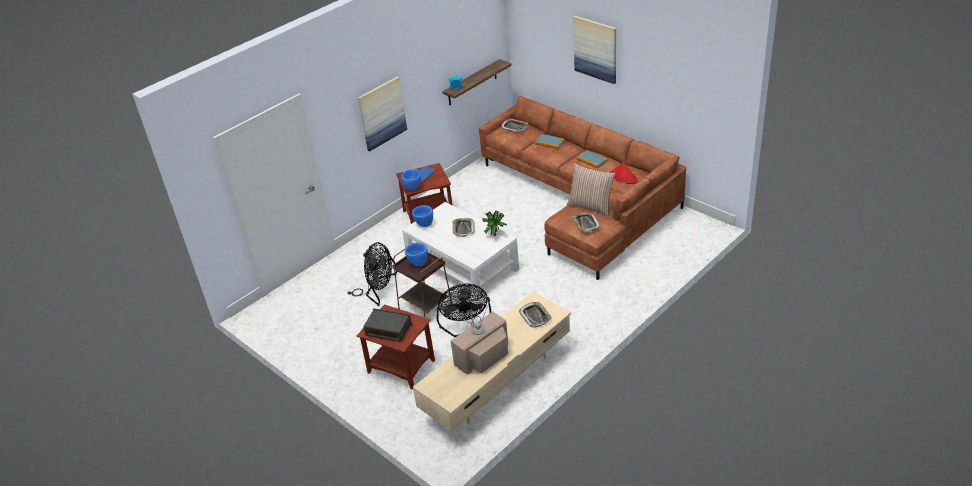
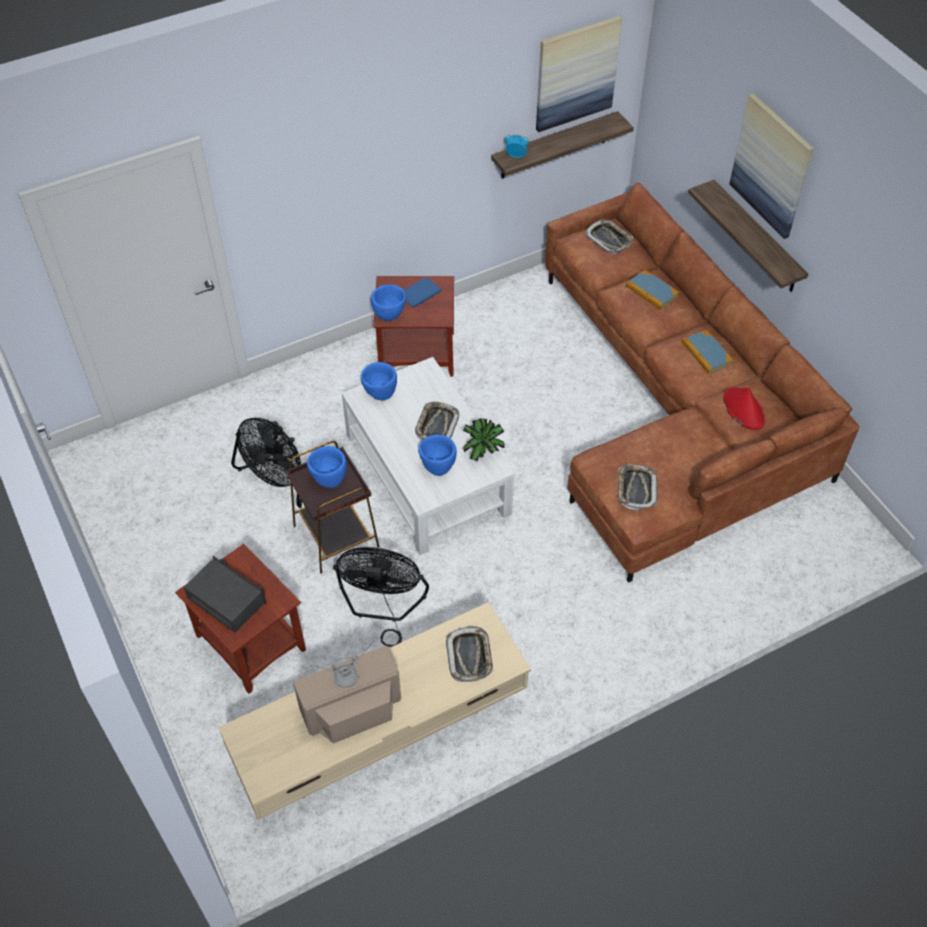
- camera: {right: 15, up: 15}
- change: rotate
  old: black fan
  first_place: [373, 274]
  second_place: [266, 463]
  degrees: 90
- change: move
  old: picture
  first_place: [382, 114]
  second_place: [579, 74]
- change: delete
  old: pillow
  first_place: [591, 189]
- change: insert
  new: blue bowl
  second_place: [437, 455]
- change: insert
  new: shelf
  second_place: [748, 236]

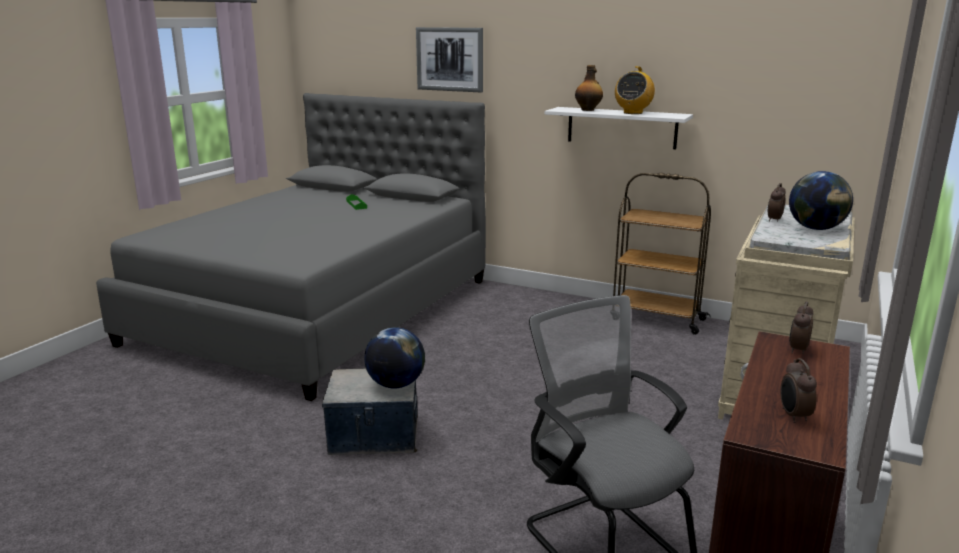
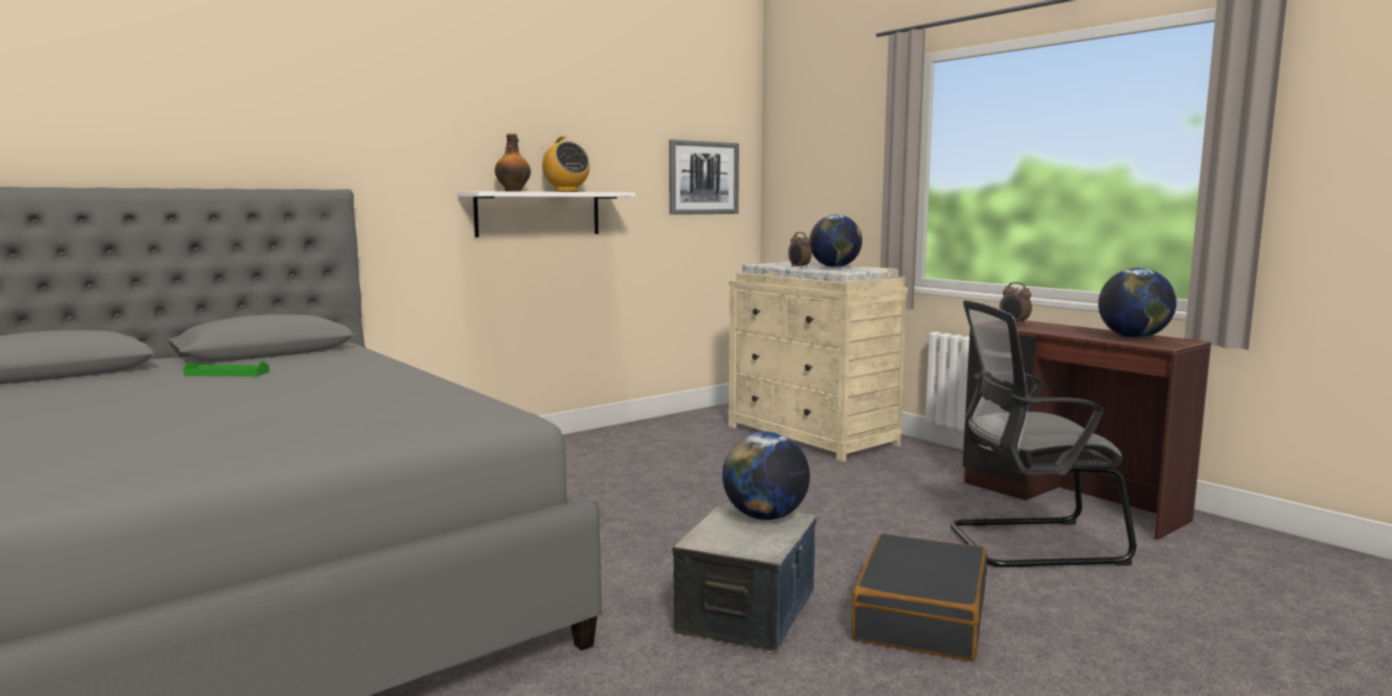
- camera: {right: -65, up: -10}
- change: move
  old: picture
  first_place: [449, 59]
  second_place: [704, 177]
- change: delete
  old: brown cart
  first_place: [662, 254]
- change: replace
  old: alarm clock
  new: globe
  first_place: [798, 390]
  second_place: [1137, 303]
- change: insert
  new: black suitcase
  second_place: [919, 597]

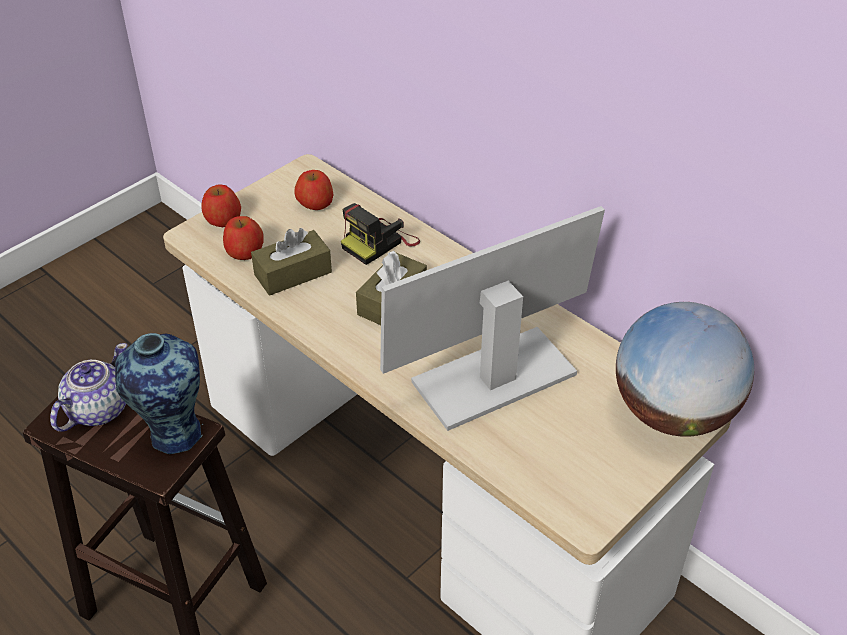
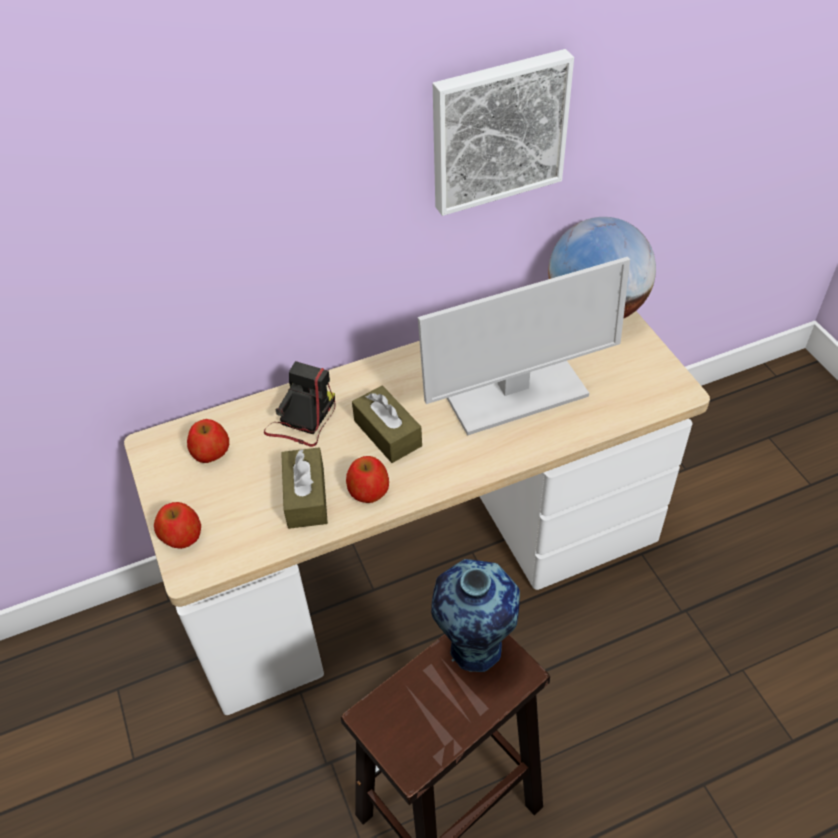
- camera: {right: -65, up: 5}
- change: delete
  old: teapot
  first_place: [88, 387]
- change: move
  old: apple
  first_place: [243, 238]
  second_place: [367, 479]
- change: rotate
  old: photo camera
  first_place: [380, 234]
  second_place: [300, 404]
  degrees: -135
- change: rotate
  old: monitor
  first_place: [492, 318]
  second_place: [524, 346]
  degrees: -105
- change: insert
  new: picture
  second_place: [503, 132]

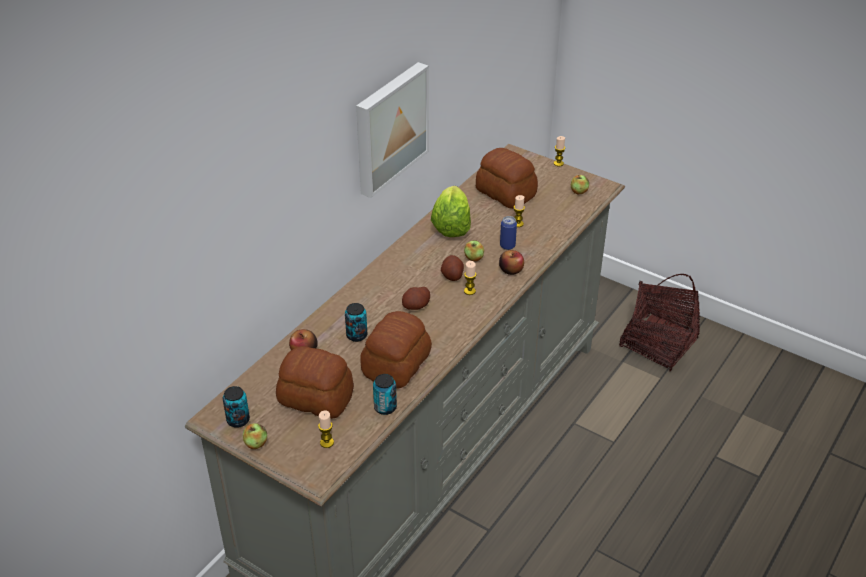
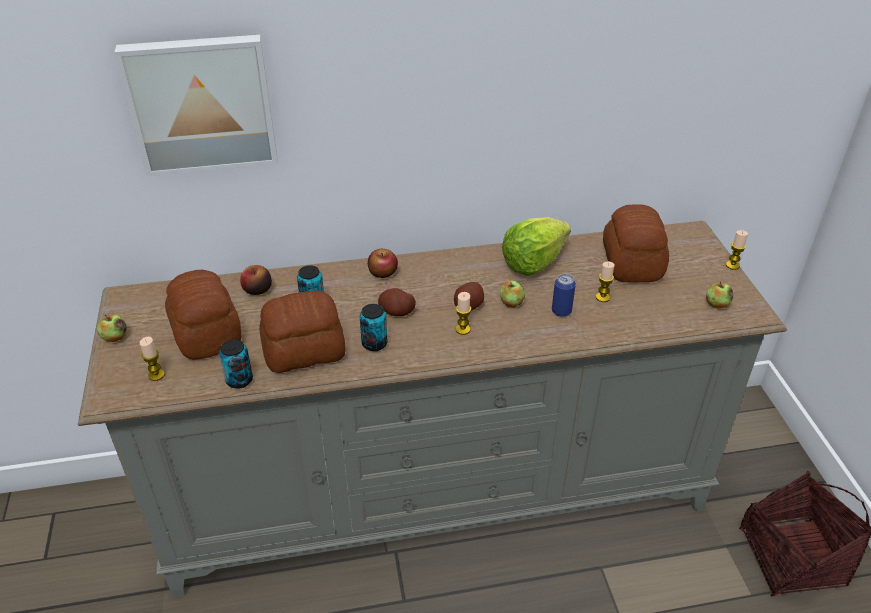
- camera: {right: 45, up: 0}
- change: move
  old: can
  first_place: [236, 407]
  second_place: [373, 327]
- change: move
  old: picture
  first_place: [392, 130]
  second_place: [196, 105]
- change: move
  old: apple
  first_place: [511, 262]
  second_place: [383, 263]

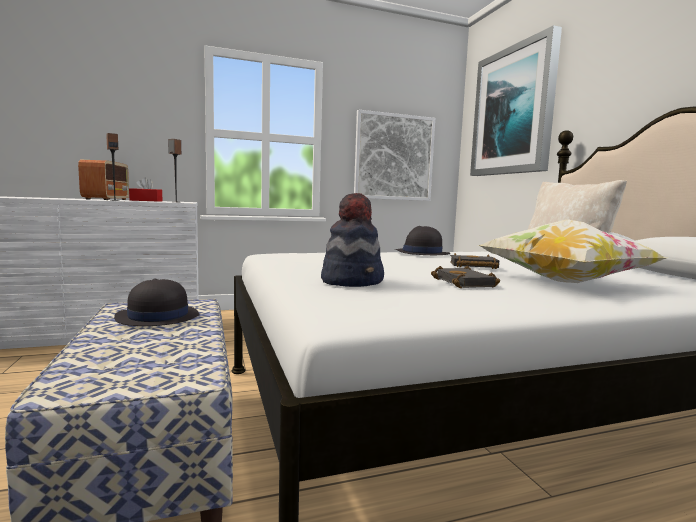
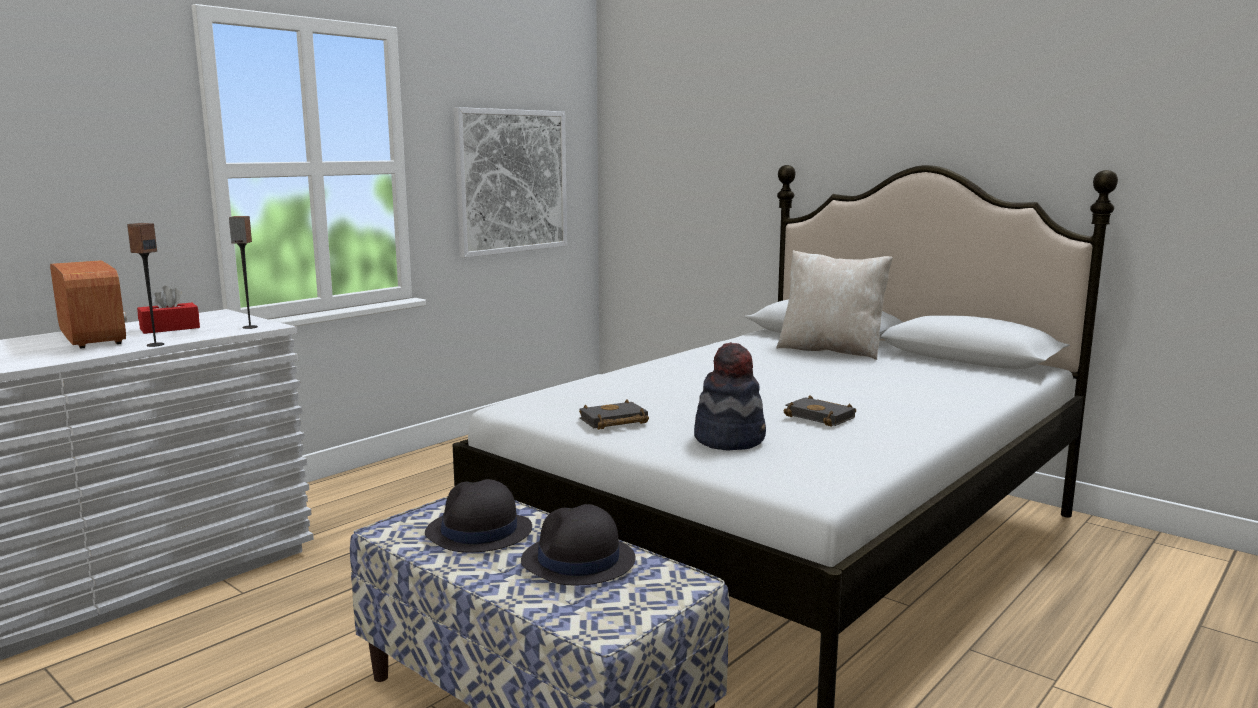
- camera: {right: -30, up: 5}
- change: move
  old: black hat
  first_place: [422, 240]
  second_place: [578, 544]
- change: move
  old: black book
  first_place: [474, 261]
  second_place: [614, 415]
- change: delete
  old: picture
  first_place: [516, 100]
- change: delete
  old: pillow
  first_place: [572, 251]

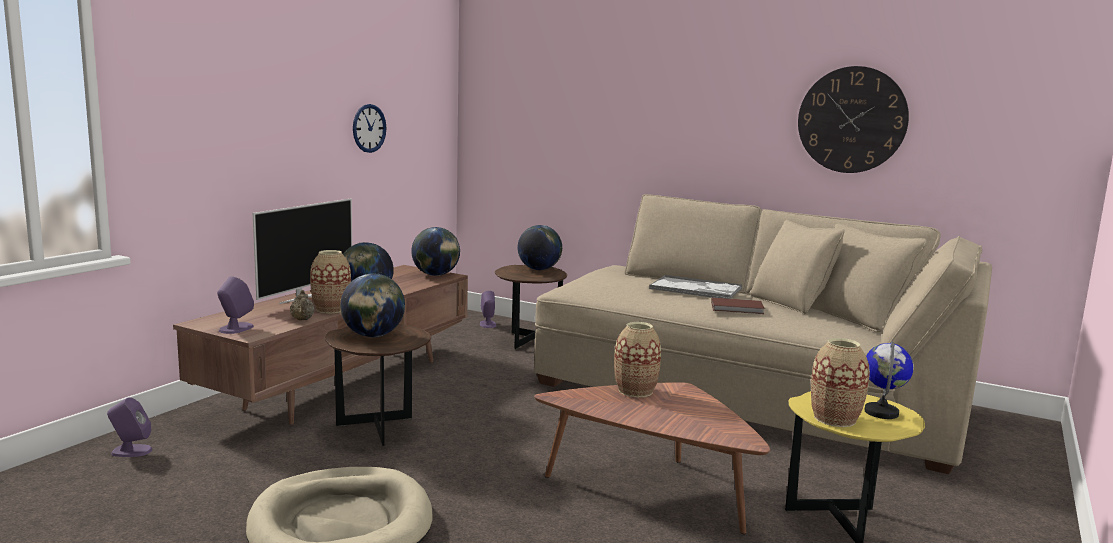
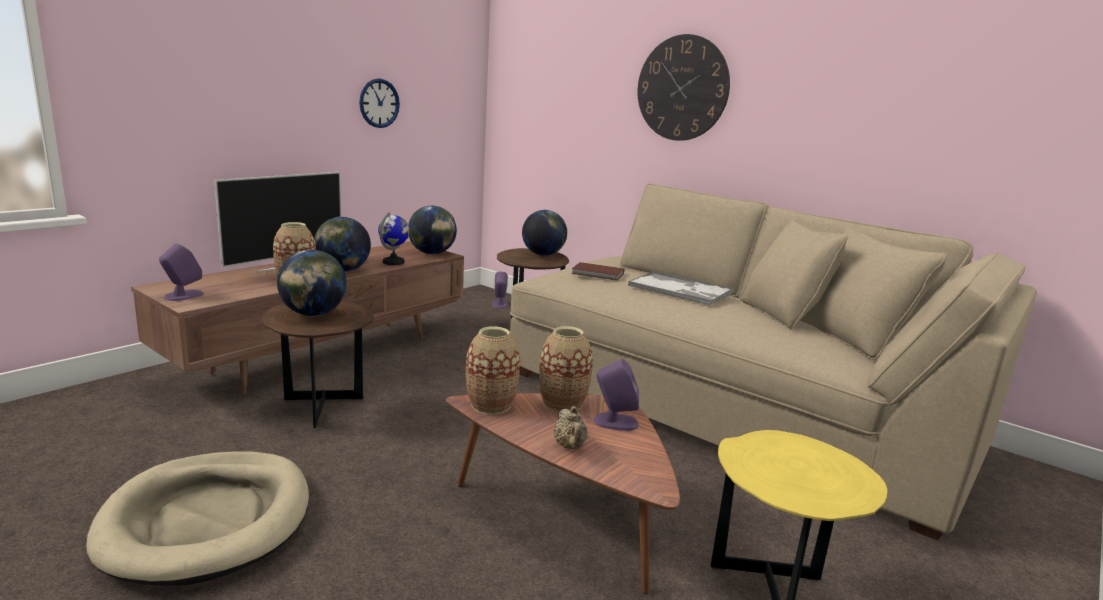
- camera: {right: 10, up: 5}
- change: move
  old: purple speaker
  first_place: [129, 427]
  second_place: [616, 395]
- change: move
  old: beige teapot
  first_place: [302, 305]
  second_place: [571, 427]
- change: move
  old: brown book
  first_place: [738, 305]
  second_place: [598, 271]
- change: move
  old: wall clock
  first_place: [853, 119]
  second_place: [684, 87]
- change: move
  old: vase
  first_place: [840, 382]
  second_place: [493, 370]
- change: move
  old: globe
  first_place: [889, 380]
  second_place: [394, 238]

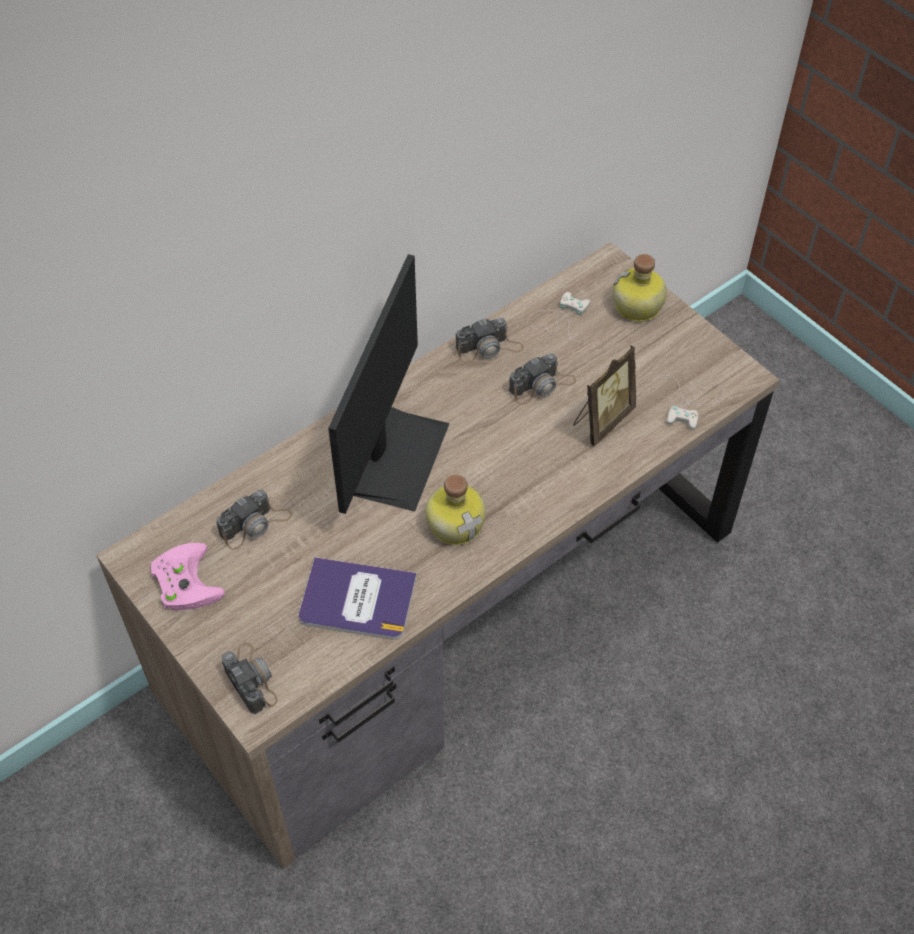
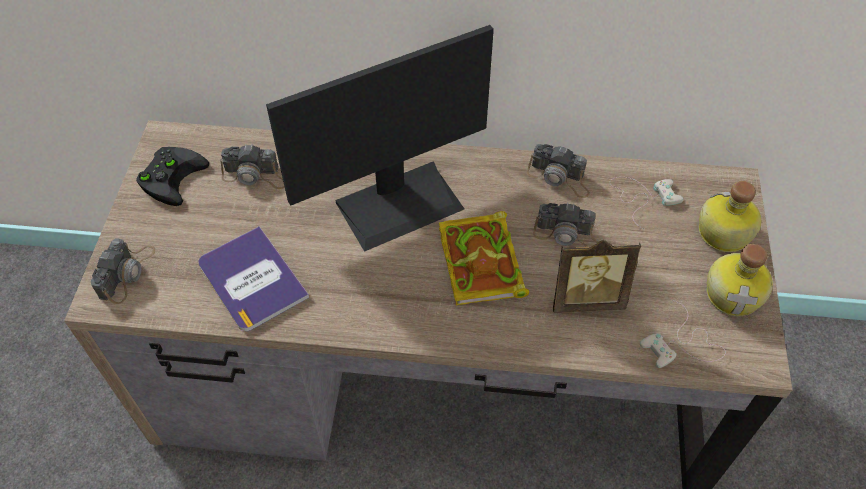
- camera: {right: 45, up: 0}
- change: recolor
  old: pink game controller
  new: black game controller
  first_place: [188, 576]
  second_place: [172, 176]
- change: move
  old: bottle
  first_place: [456, 510]
  second_place: [739, 280]
- change: insert
  new: book
  second_place: [484, 258]

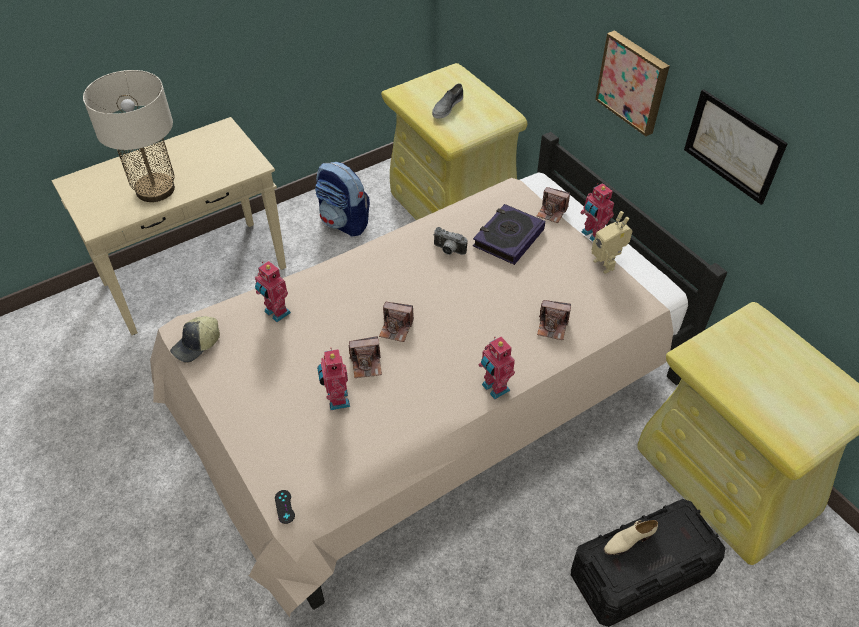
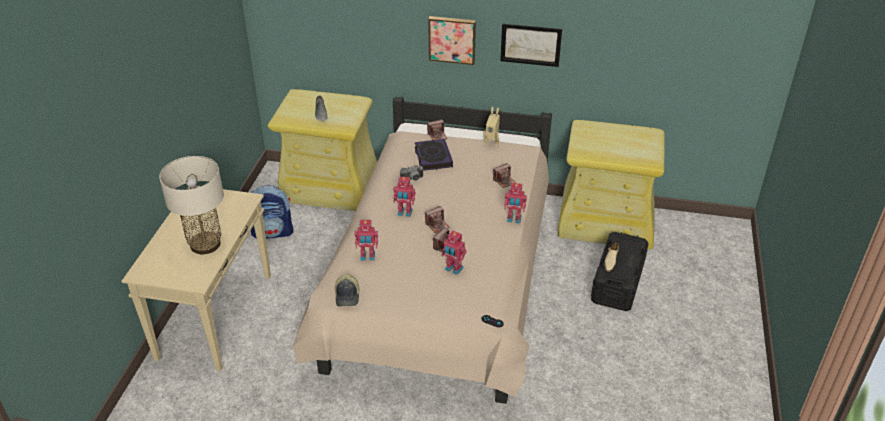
- camera: {right: -45, up: -10}
- change: move
  old: toy robot
  first_place: [597, 212]
  second_place: [404, 197]

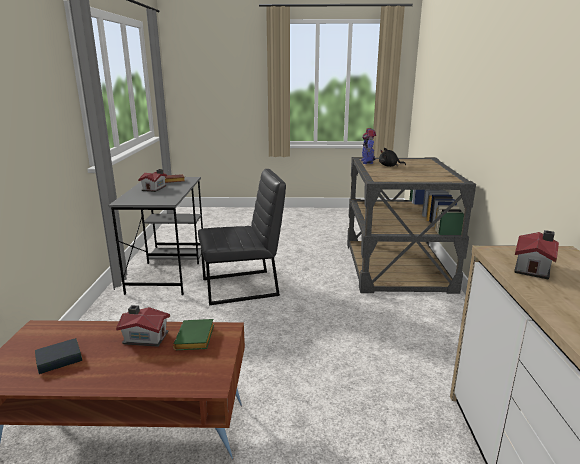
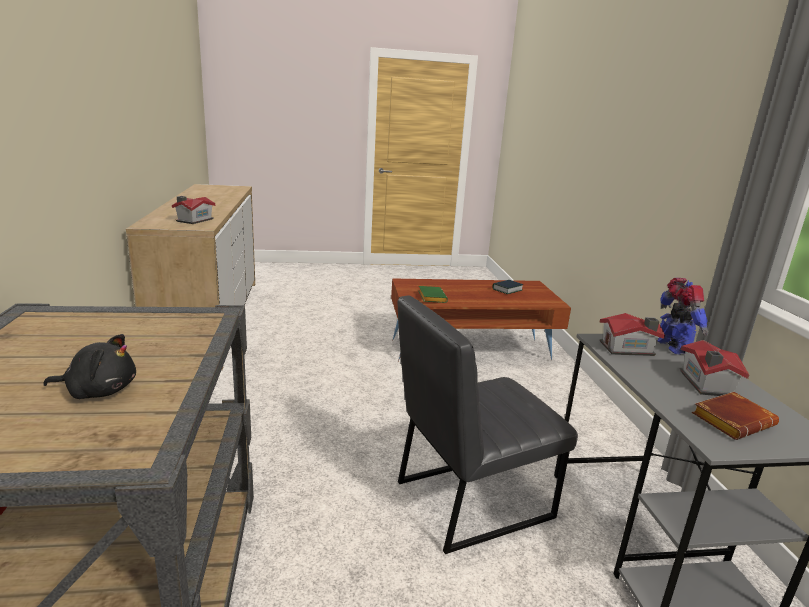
- camera: {right: 170, up: 0}
- change: move
  old: toy house
  first_place: [143, 326]
  second_place: [632, 334]
- change: move
  old: toy robot
  first_place: [368, 146]
  second_place: [683, 316]

